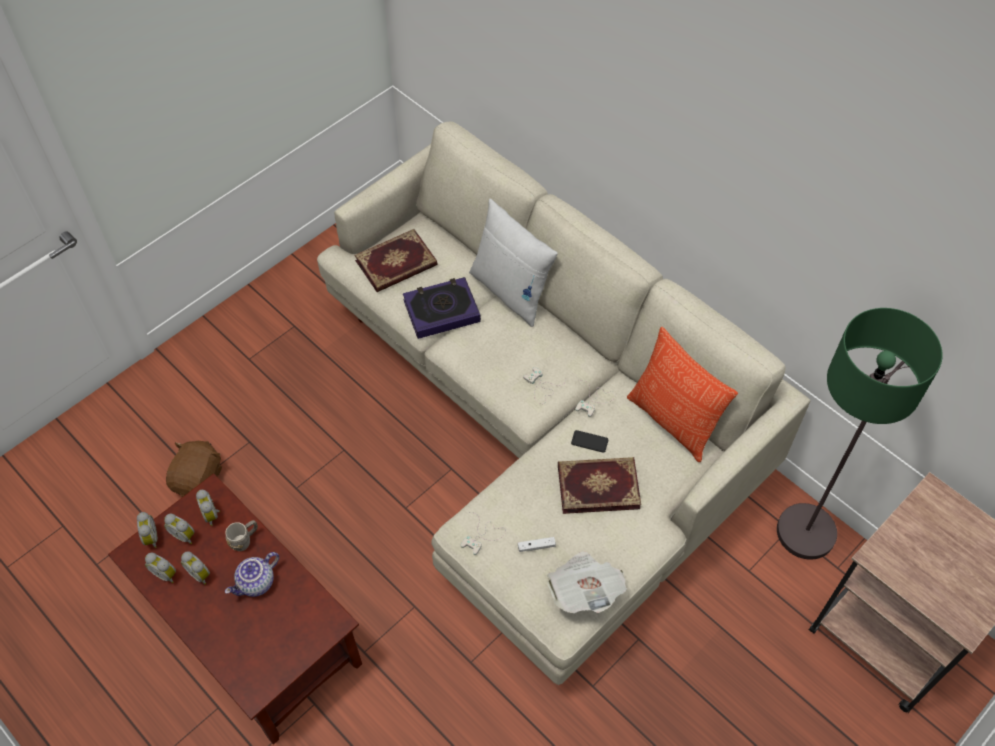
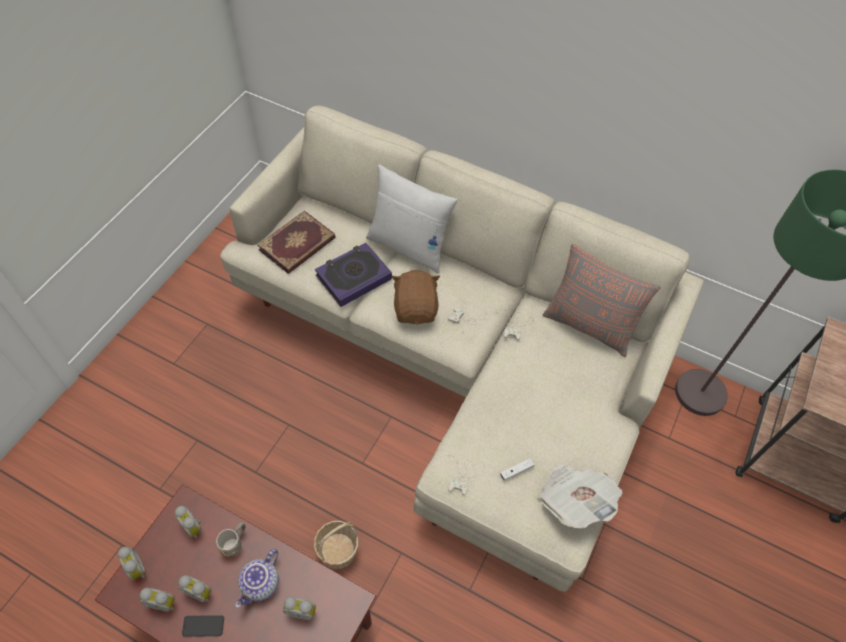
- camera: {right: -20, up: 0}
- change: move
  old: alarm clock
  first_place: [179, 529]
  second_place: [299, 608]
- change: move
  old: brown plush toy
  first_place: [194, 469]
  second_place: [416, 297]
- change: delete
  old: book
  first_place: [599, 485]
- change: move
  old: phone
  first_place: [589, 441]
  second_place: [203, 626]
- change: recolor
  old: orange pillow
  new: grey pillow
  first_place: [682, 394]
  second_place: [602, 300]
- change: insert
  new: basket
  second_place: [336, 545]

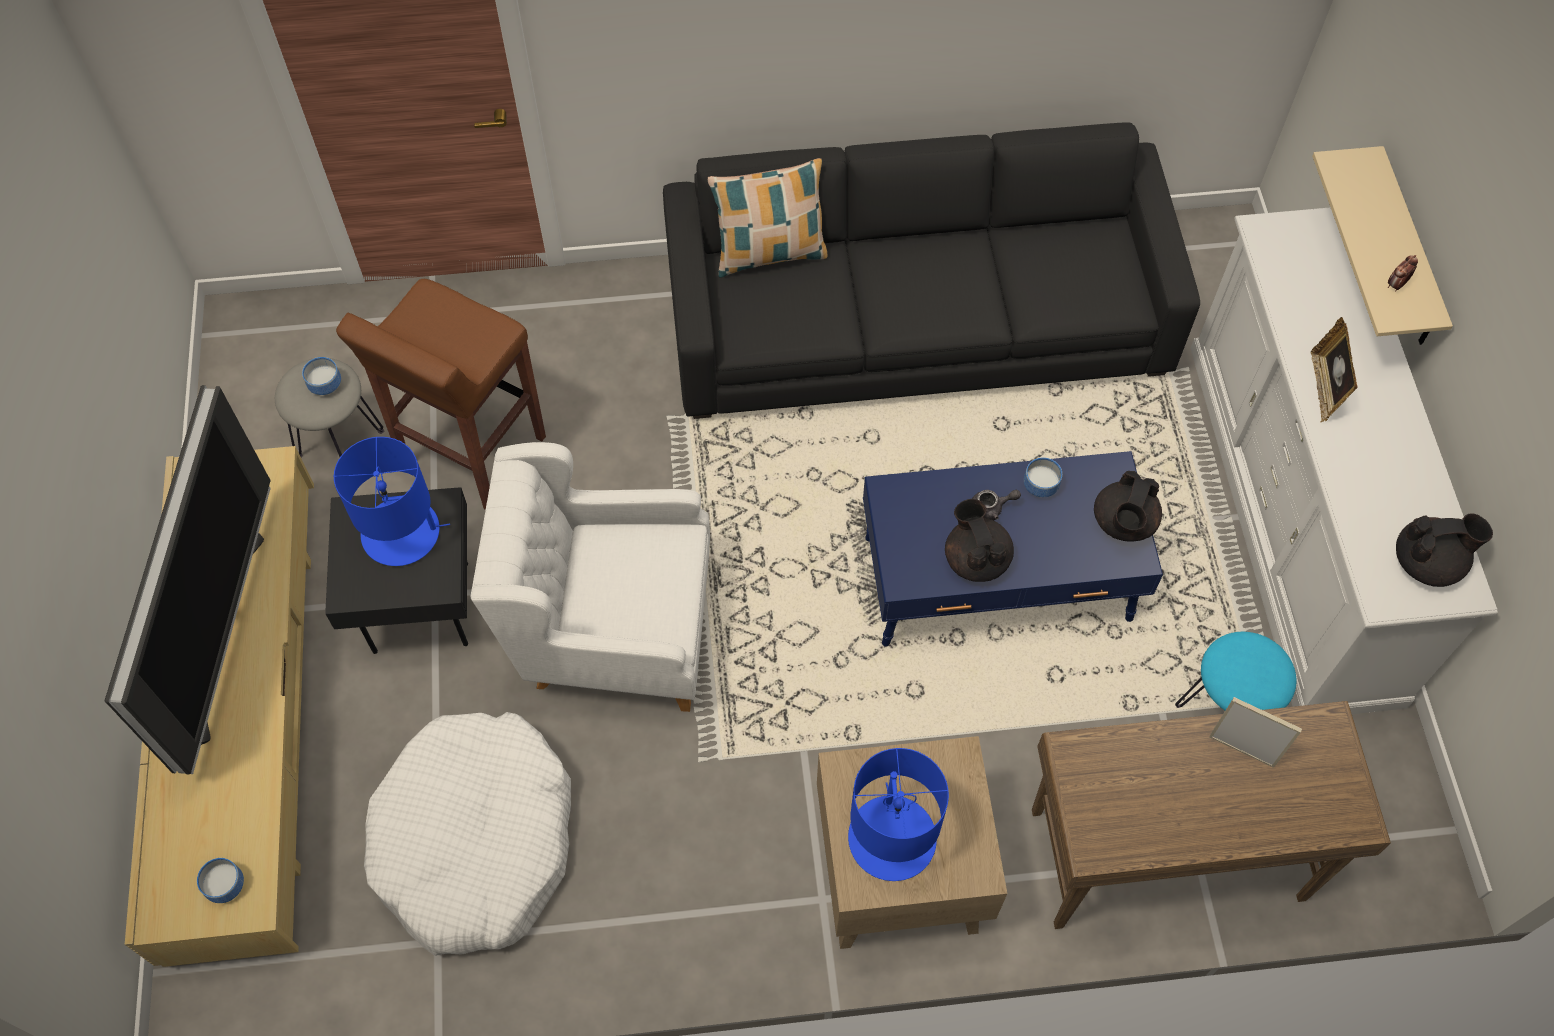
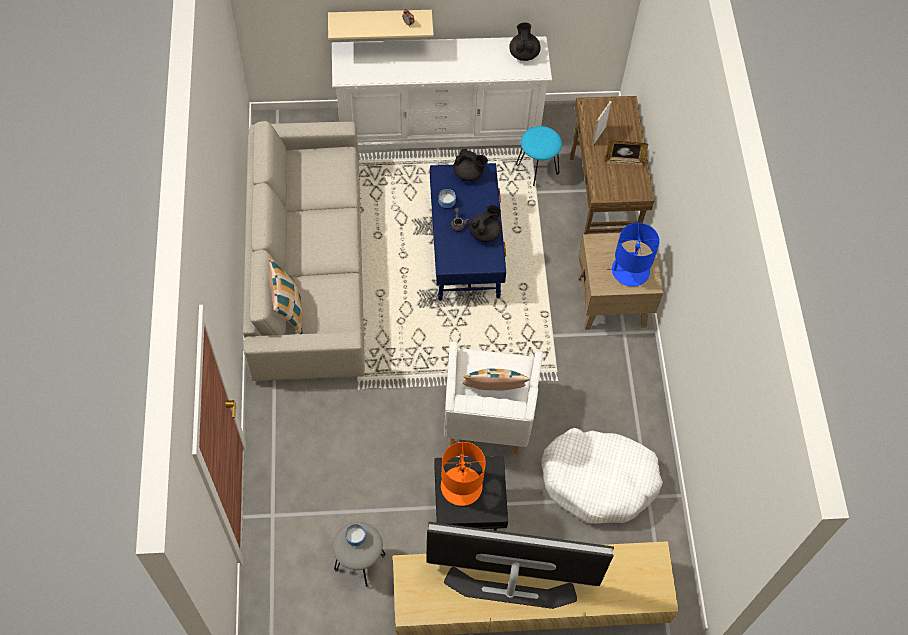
- camera: {right: -90, up: 0}
- change: delete
  old: bowl
  first_place: [220, 880]
- change: recolor
  old: blue table lamp
  new: orange table lamp
  first_place: [392, 501]
  second_place: [463, 474]
- change: delete
  old: brown stool
  first_place: [441, 394]
- change: recolor
  old: black sofa
  new: beige sofa
  first_place: [931, 270]
  second_place: [304, 251]
- change: rotate
  old: black teapot
  first_place: [979, 540]
  second_place: [485, 223]
  degrees: 150
- change: move
  old: picture frame
  first_place: [1334, 369]
  second_place: [626, 154]
- change: insert
  new: pillow
  second_place: [496, 379]

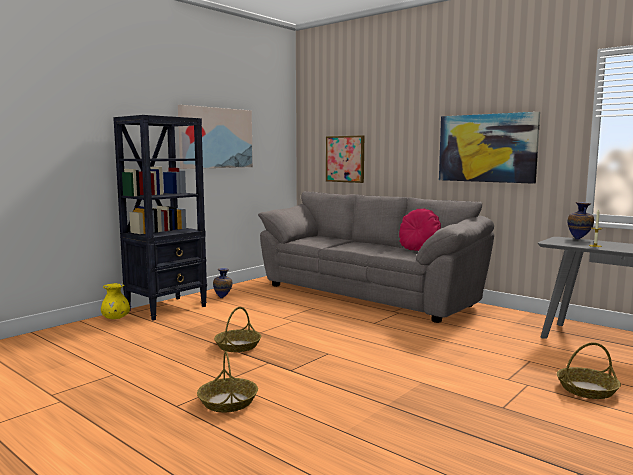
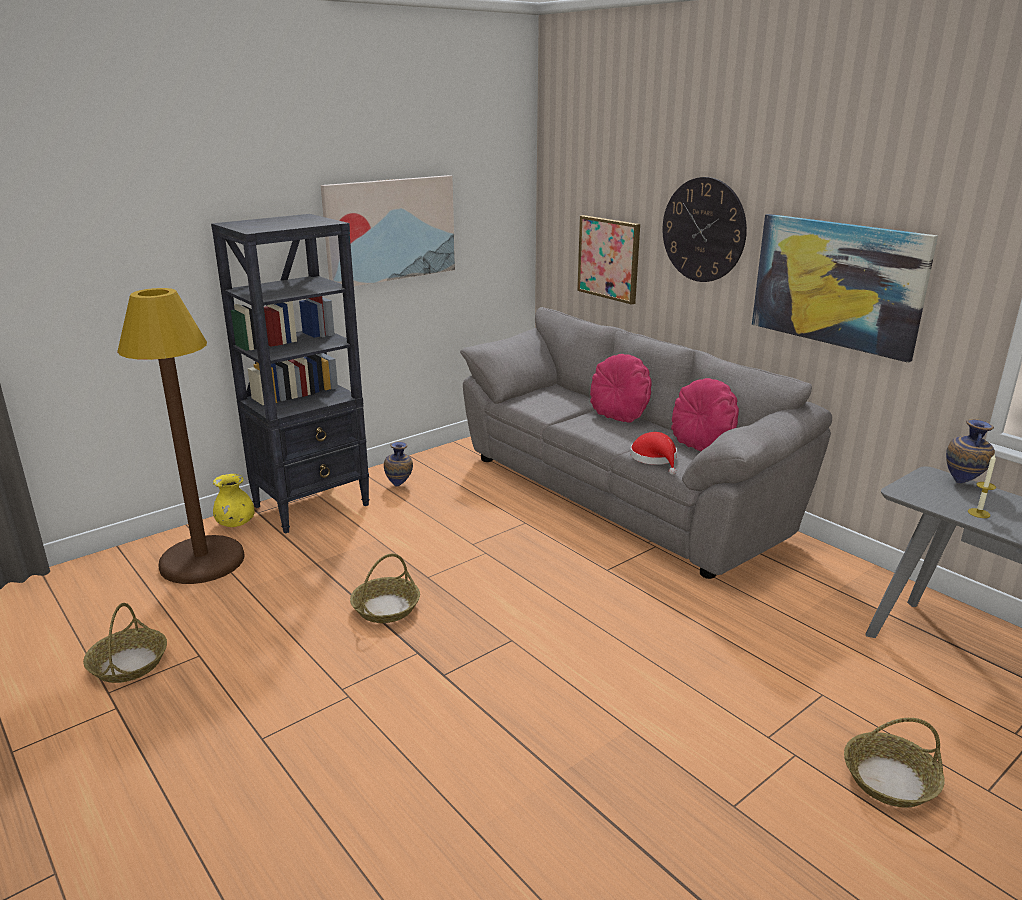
- camera: {right: 10, up: 15}
- change: move
  old: basket
  first_place: [227, 381]
  second_place: [125, 643]
- change: insert
  new: brown floor lamp
  second_place: [181, 436]
- change: insert
  new: pink pillow
  second_place: [621, 388]
- change: insert
  new: red hat
  second_place: [653, 453]
- change: insert
  new: wall clock
  second_place: [705, 229]

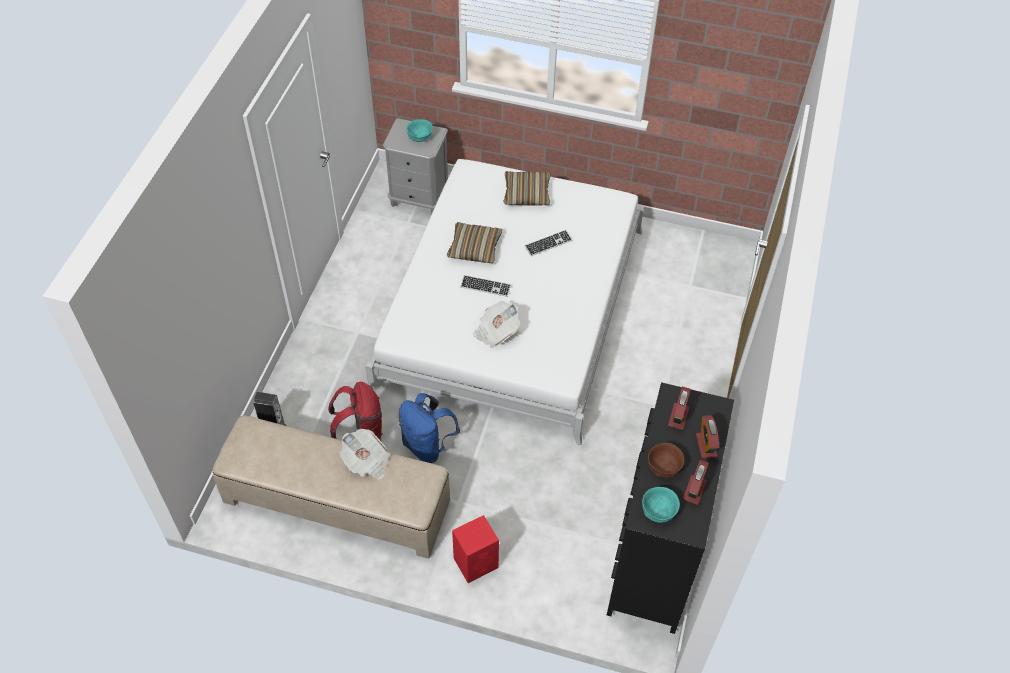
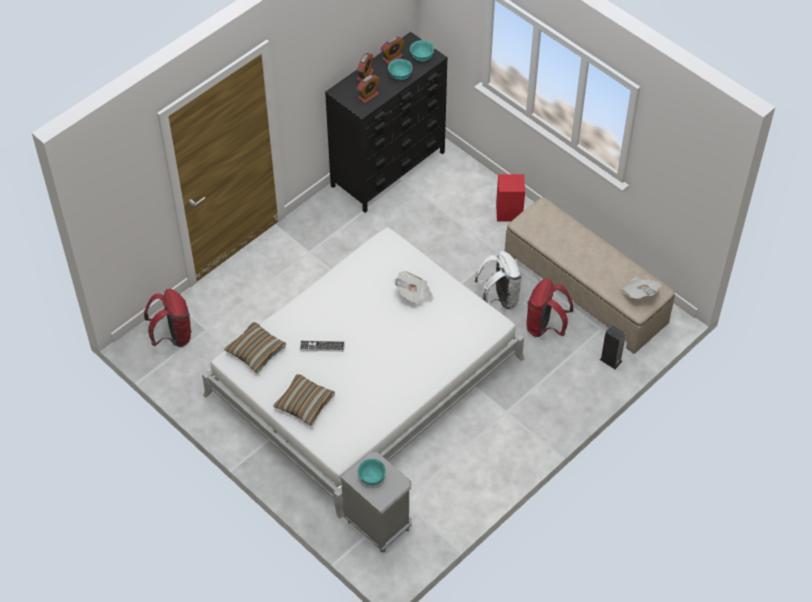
- camera: {right: -150, up: 0}
- change: move
  old: newspaper
  first_place: [365, 454]
  second_place: [641, 288]
- change: recolor
  old: blue backpack
  new: white backpack
  first_place: [429, 428]
  second_place: [498, 280]
- change: move
  old: pillow
  first_place: [474, 242]
  second_place: [255, 347]
- change: delete
  old: keyboard
  first_place: [486, 286]
- change: recolor
  old: brown bowl
  new: turquoise bowl
  first_place: [666, 460]
  second_place: [400, 69]
- change: insert
  new: red backpack
  second_place: [168, 318]

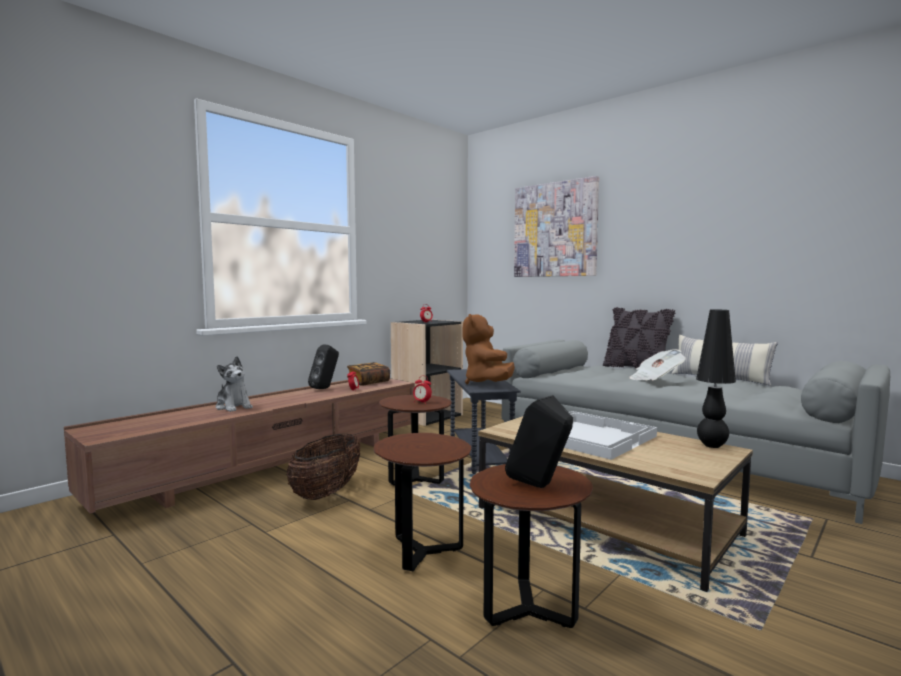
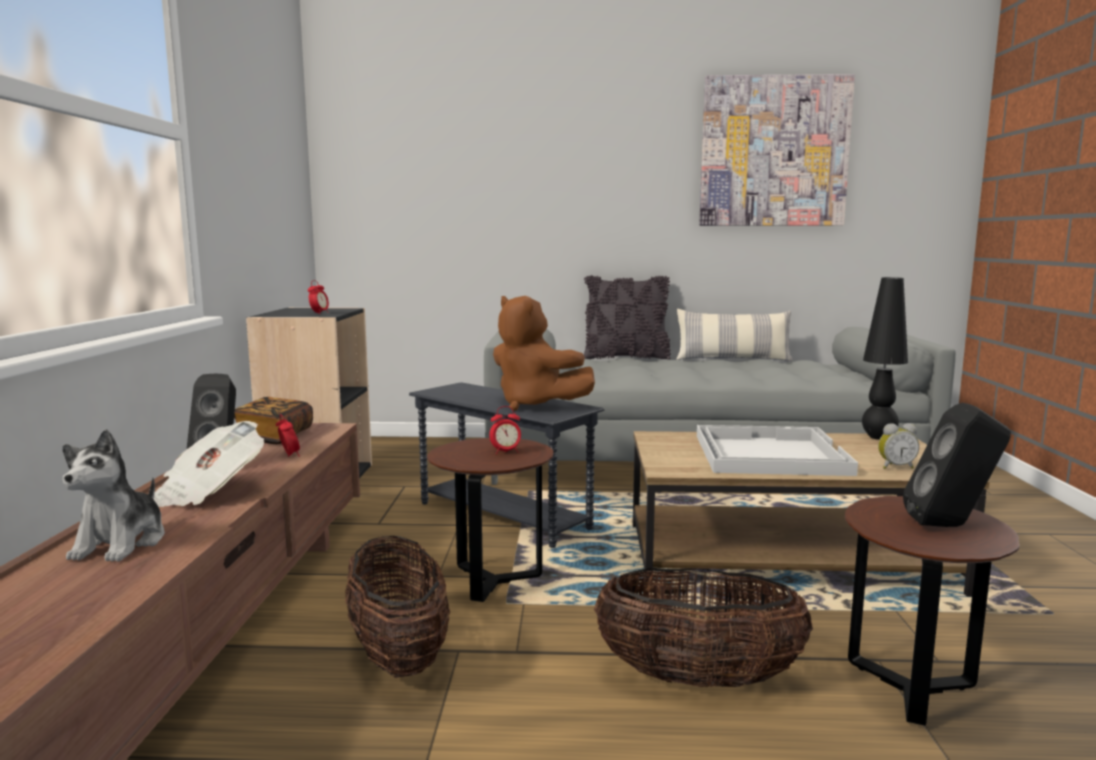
- camera: {right: -40, up: 5}
- change: rotate
  old: plush toy
  first_place: [234, 384]
  second_place: [114, 495]
  degrees: 90
- change: replace
  old: brown side table
  new: basket
  first_place: [422, 502]
  second_place: [703, 627]
- change: move
  old: picture
  first_place: [556, 226]
  second_place: [777, 150]
- change: move
  old: newspaper
  first_place: [657, 364]
  second_place: [209, 464]
- change: insert
  new: alarm clock
  second_place: [898, 446]

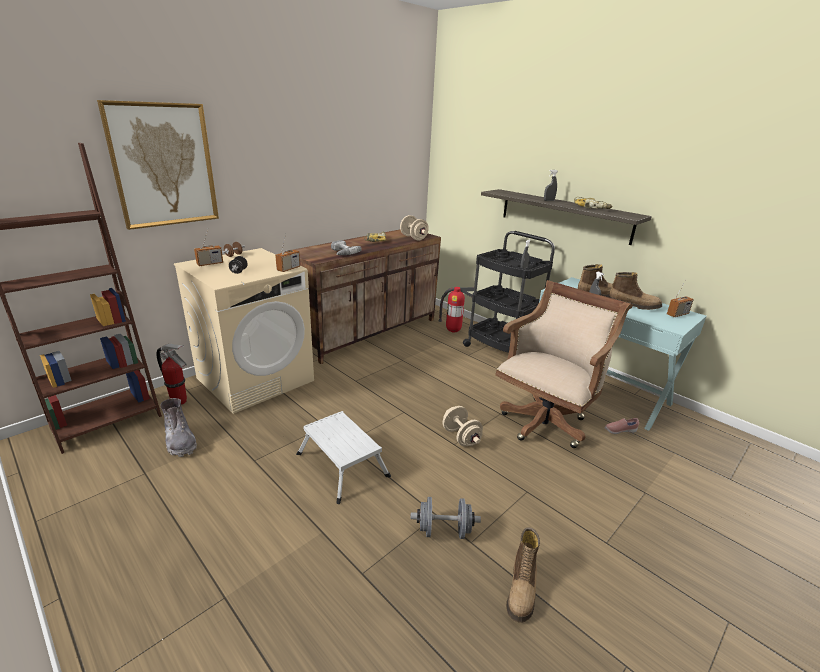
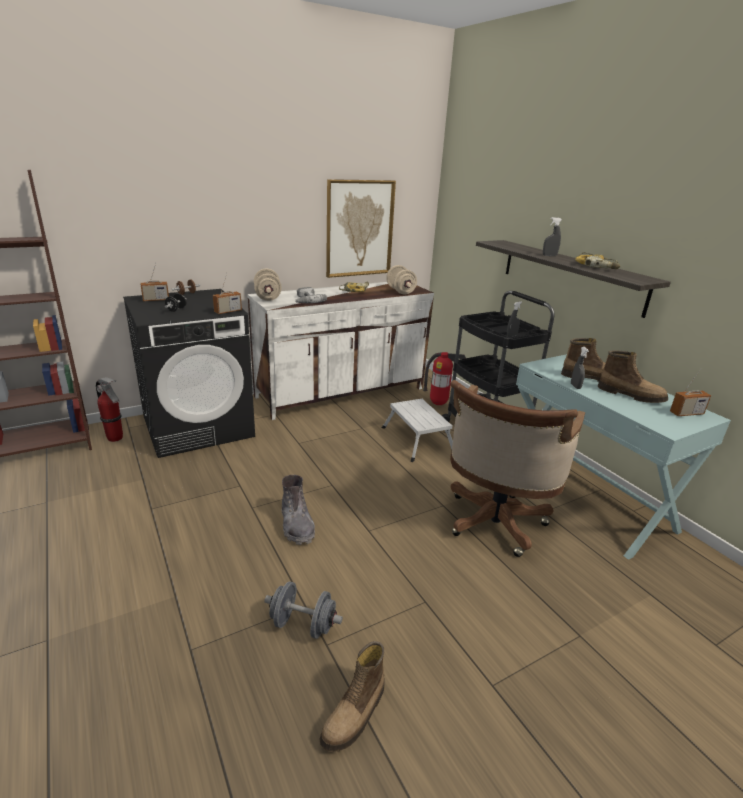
- camera: {right: 15, up: 0}
- change: move
  old: picture
  first_place: [158, 165]
  second_place: [361, 228]
- change: move
  old: grey boot
  first_place: [179, 427]
  second_place: [298, 510]
- change: recolor
  old: beige washing machine
  new: black washing machine
  first_place: [244, 331]
  second_place: [189, 373]
- change: recolor
  old: brown cabinet
  new: white cabinet
  first_place: [367, 297]
  second_place: [340, 351]
- change: move
  old: white step ladder
  first_place: [343, 457]
  second_place: [417, 430]
- change: move
  old: beige dumbbell
  first_place: [463, 426]
  second_place: [268, 285]
- change: rotate
  old: office chair
  first_place: [564, 364]
  second_place: [517, 468]
  degrees: 150
- change: delete
  old: pink shoe
  first_place: [622, 426]

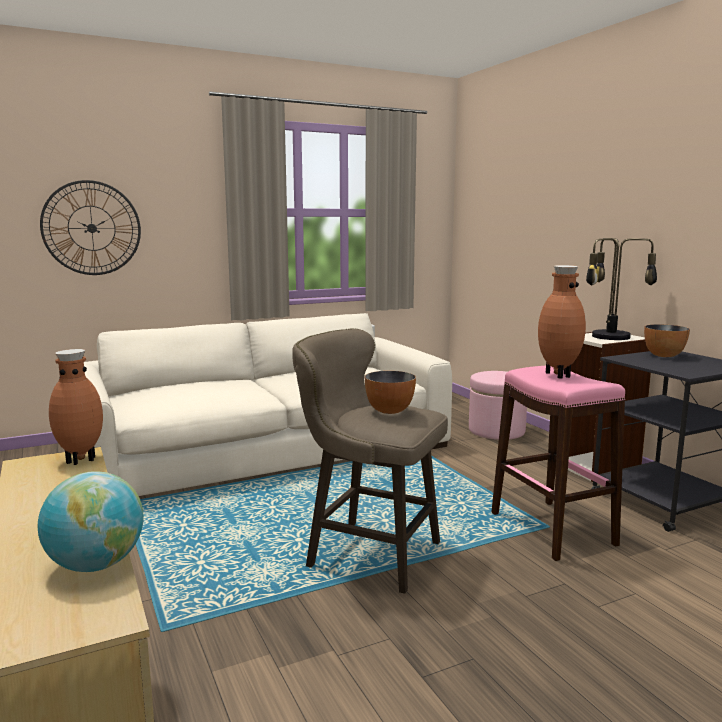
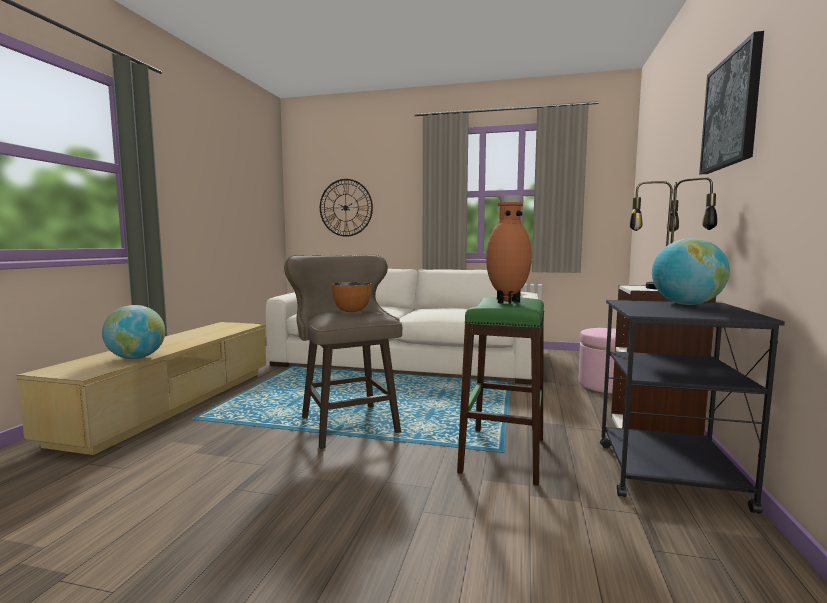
- camera: {right: 40, up: -5}
- change: delete
  old: brown vase
  first_place: [76, 407]
- change: recolor
  old: pink stool
  new: green stool
  first_place: [558, 463]
  second_place: [500, 391]
- change: replace
  old: bowl
  new: globe
  first_place: [667, 340]
  second_place: [691, 271]
- change: insert
  new: picture
  second_place: [731, 102]

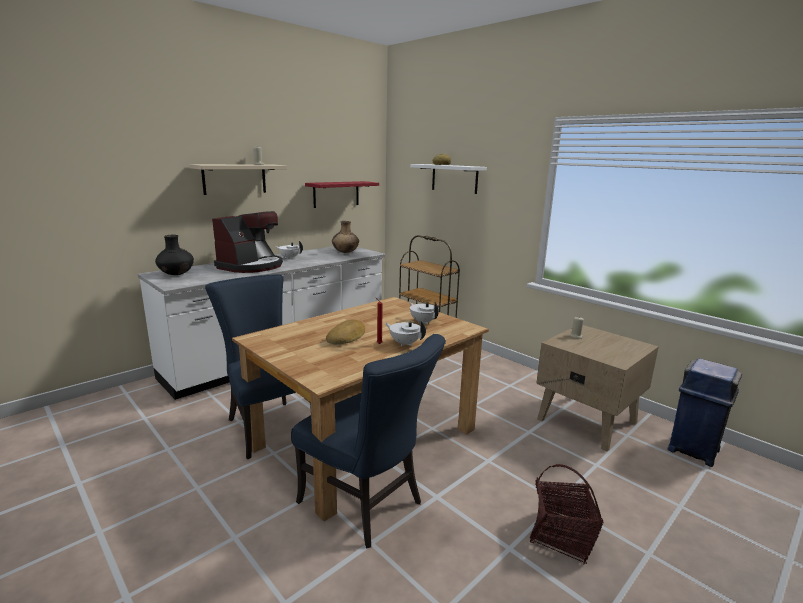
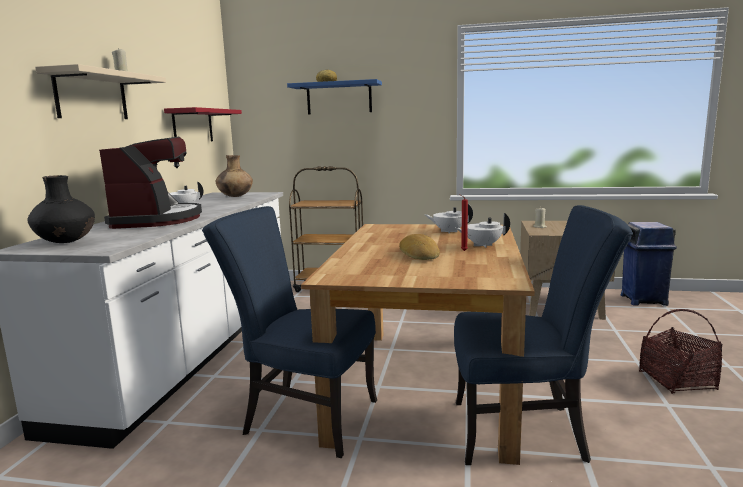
- camera: {right: -35, up: -5}
- change: recolor
  old: white shelf
  new: blue shelf
  first_place: [448, 179]
  second_place: [334, 96]

